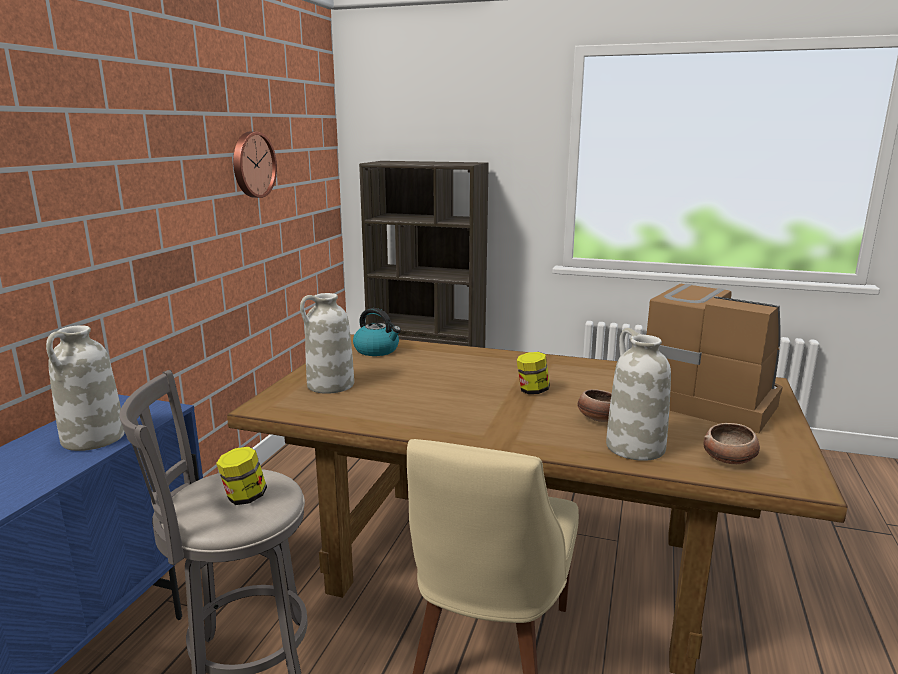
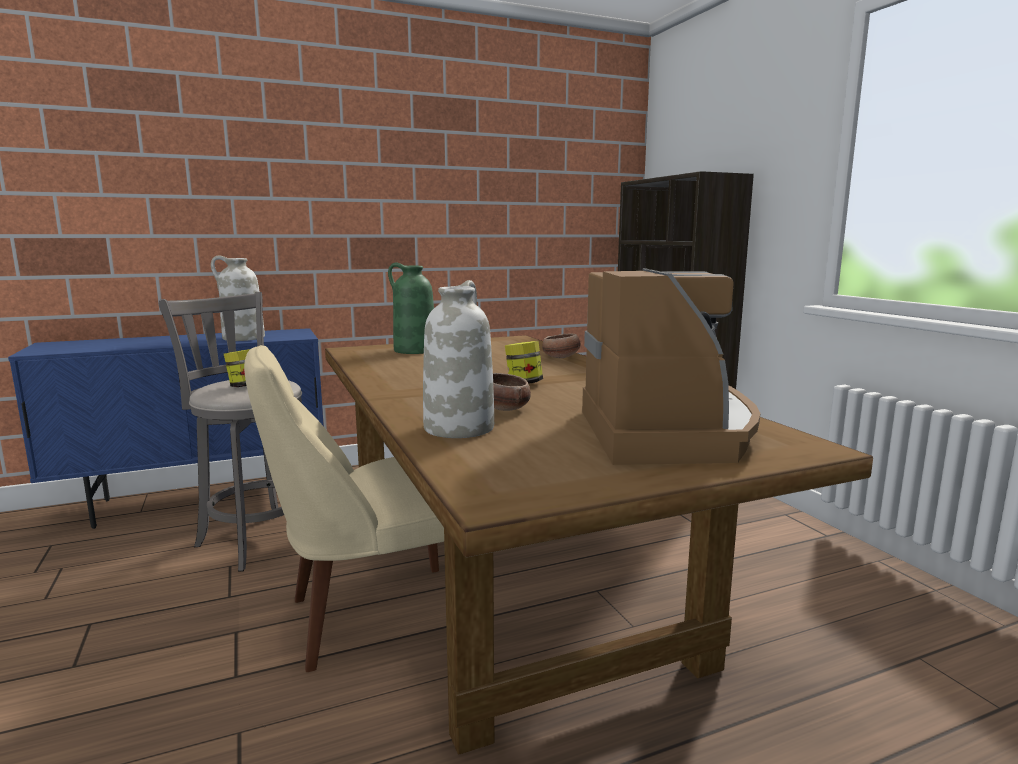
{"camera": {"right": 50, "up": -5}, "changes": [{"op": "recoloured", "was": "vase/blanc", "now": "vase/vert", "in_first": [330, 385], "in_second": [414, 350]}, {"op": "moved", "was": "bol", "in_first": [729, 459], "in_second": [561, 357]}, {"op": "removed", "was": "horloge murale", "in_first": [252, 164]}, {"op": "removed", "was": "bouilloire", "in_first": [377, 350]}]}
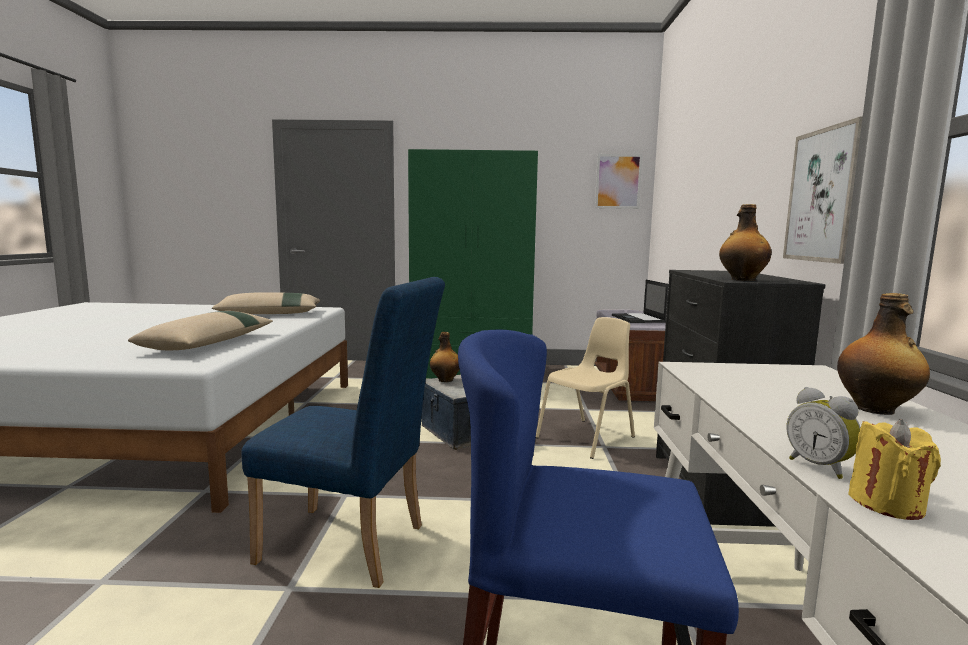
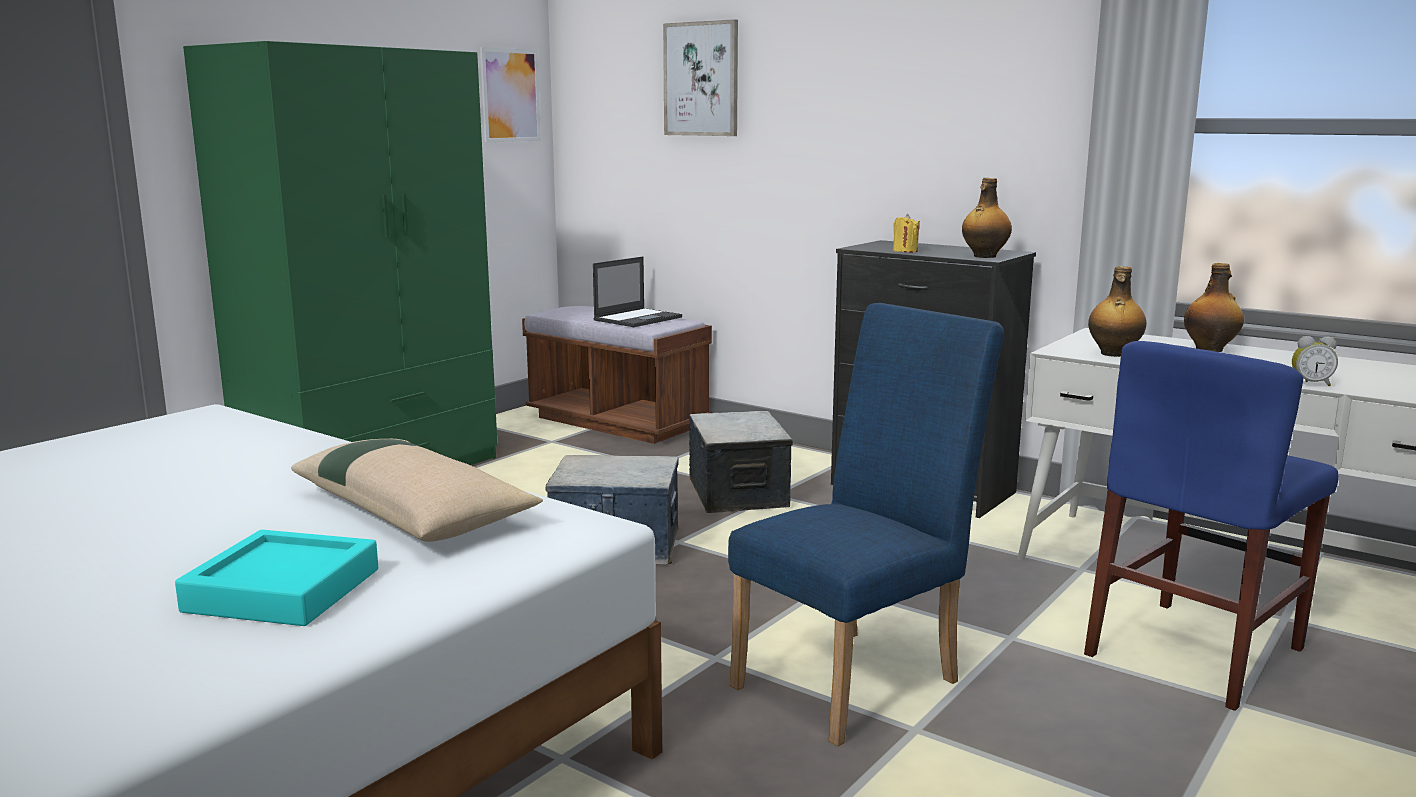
{"camera": {"right": -55, "up": 5}, "changes": [{"op": "added", "now": "plateau/turquoise", "in_second": [283, 590]}, {"op": "turned", "was": "ordinateur portable", "in_first": [638, 319], "in_second": [638, 318], "clockwise": -75}, {"op": "moved", "was": "tableau", "in_first": [824, 195], "in_second": [701, 79]}, {"op": "replaced", "was": "chaise/beige", "now": "boîte de rangement", "in_first": [587, 437], "in_second": [739, 493]}, {"op": "moved", "was": "bougie/jaune", "in_first": [887, 504], "in_second": [905, 251]}, {"op": "moved", "was": "bouteille", "in_first": [445, 380], "in_second": [1113, 354]}, {"op": "removed", "was": "coussin/beige", "in_first": [269, 314]}]}
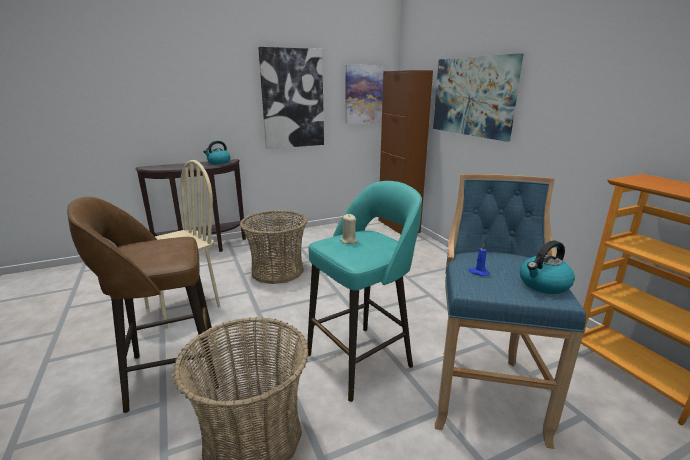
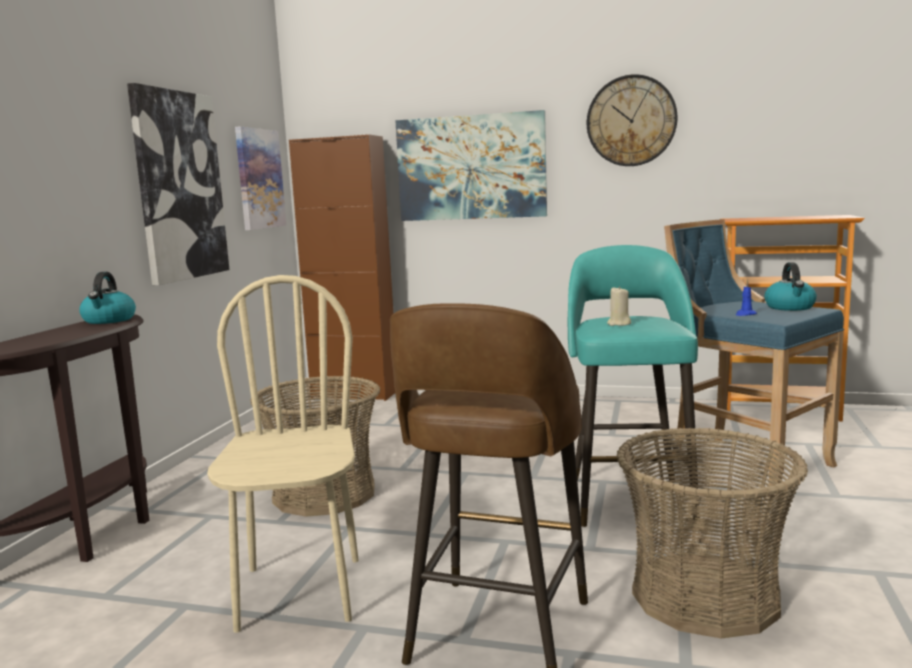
{"camera": {"right": -50, "up": -10}, "changes": [{"op": "added", "now": "horloge murale", "in_second": [631, 121]}]}
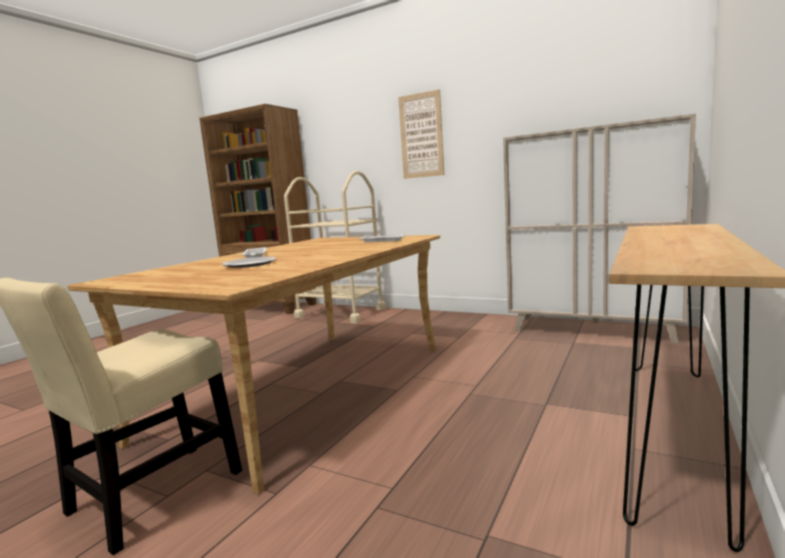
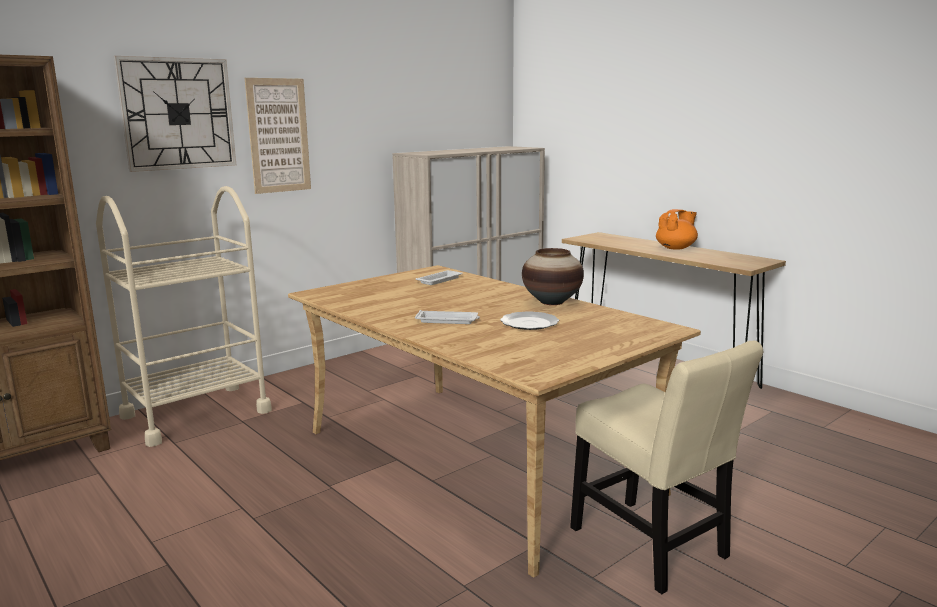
{"camera": {"right": -70, "up": 5}, "changes": [{"op": "added", "now": "horloge murale", "in_second": [178, 114]}, {"op": "added", "now": "vase", "in_second": [552, 302]}, {"op": "added", "now": "théière/orange", "in_second": [676, 248]}]}
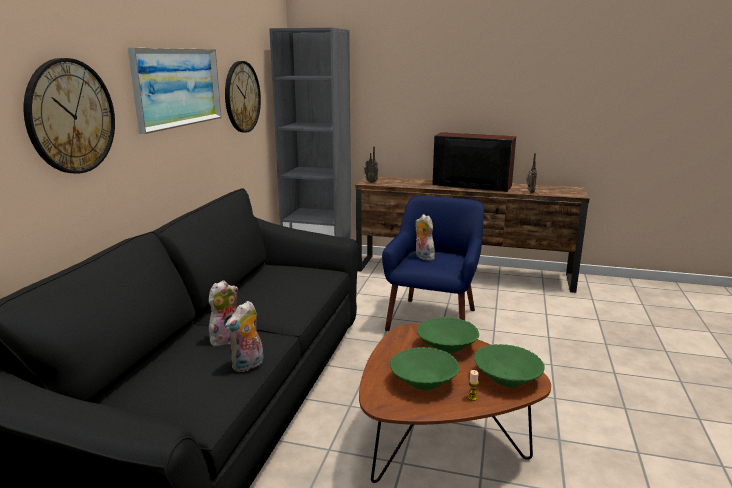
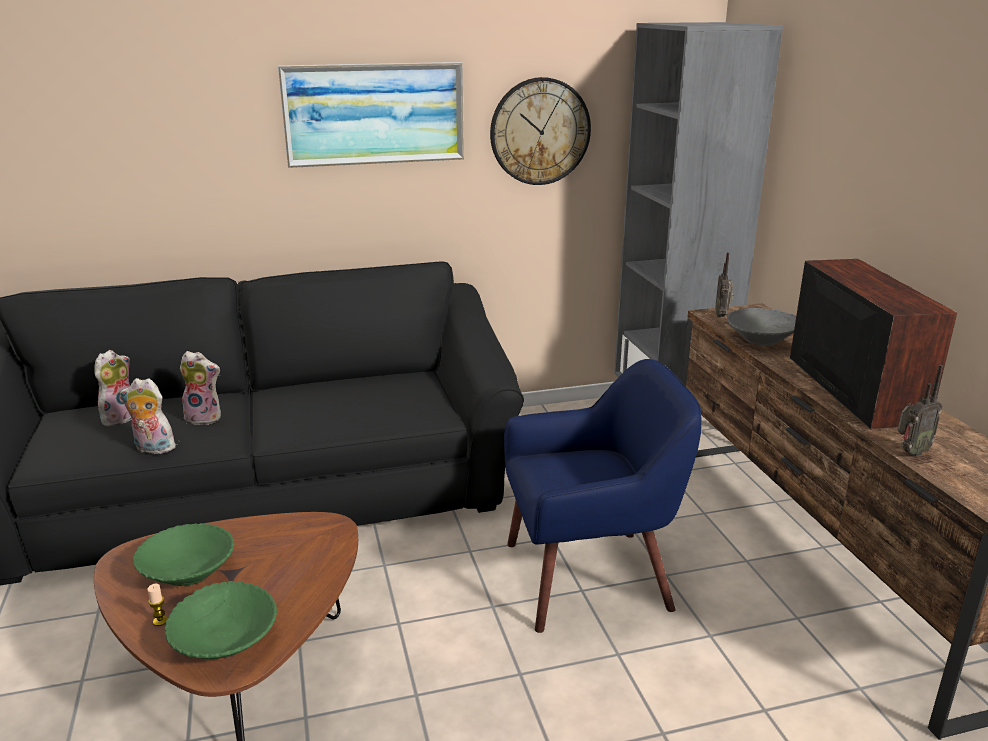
{"camera": {"right": 60, "up": 5}, "changes": [{"op": "moved", "was": "peluche", "in_first": [423, 257], "in_second": [119, 417]}, {"op": "added", "now": "bol/gris", "in_second": [761, 340]}, {"op": "removed", "was": "horloge murale", "in_first": [71, 116]}, {"op": "removed", "was": "bol/vert", "in_first": [447, 346]}]}
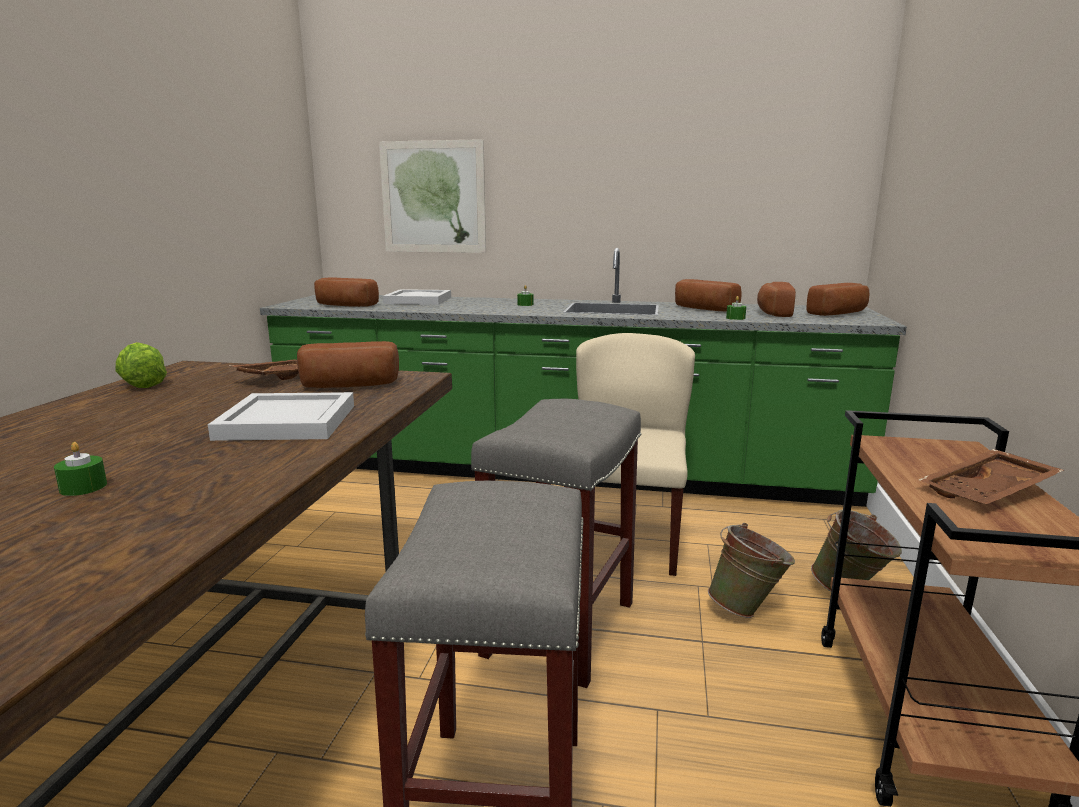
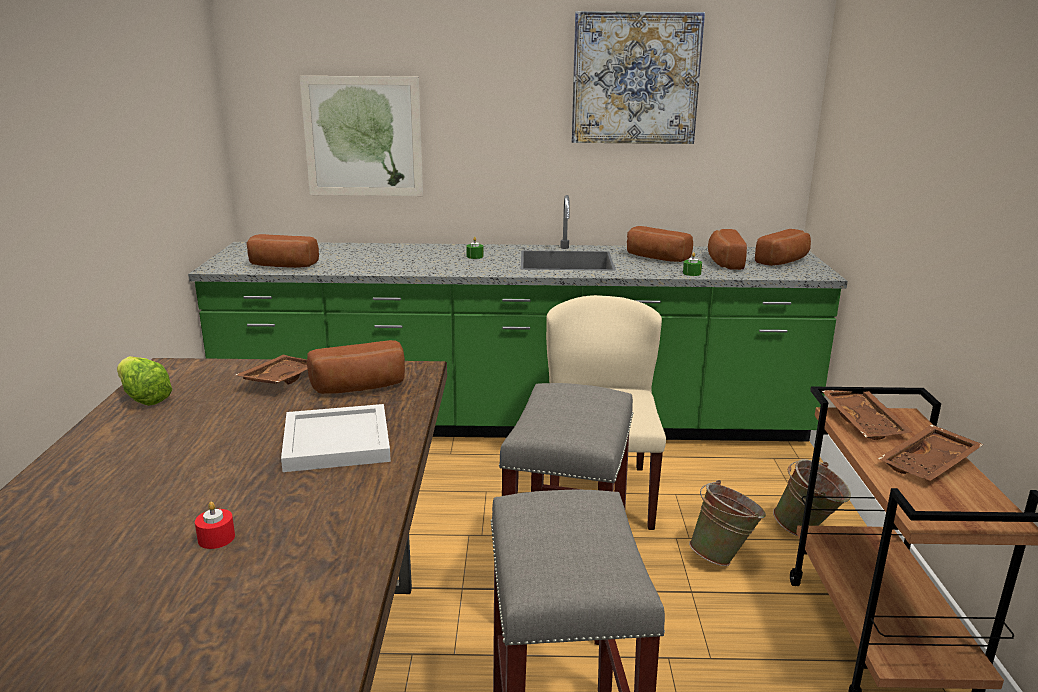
{"camera": {"right": -10, "up": 5}, "changes": [{"op": "recoloured", "was": "bougie/vert", "now": "bougie/rouge", "in_first": [83, 487], "in_second": [216, 538]}, {"op": "added", "now": "tableau", "in_second": [635, 78]}, {"op": "added", "now": "plateau/marron", "in_second": [865, 422]}, {"op": "removed", "was": "plateau/blanc", "in_first": [417, 300]}]}
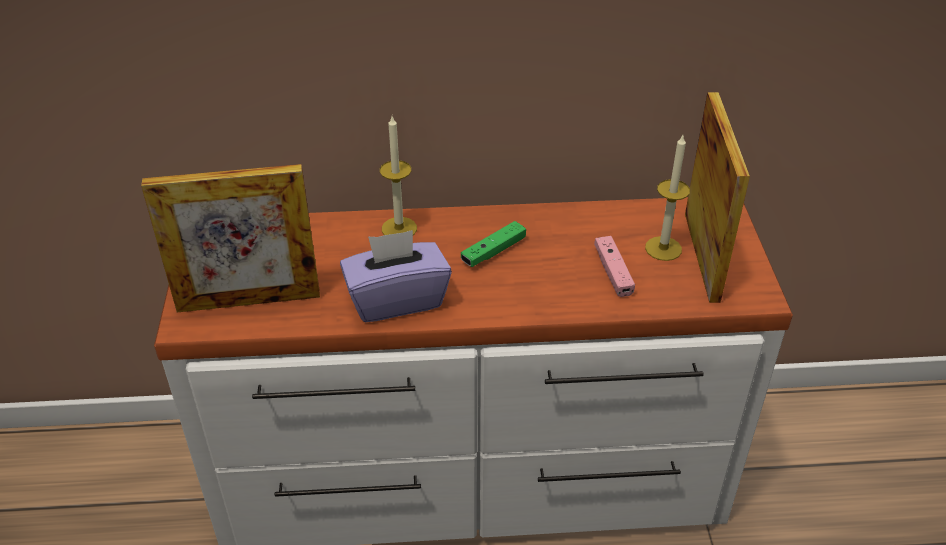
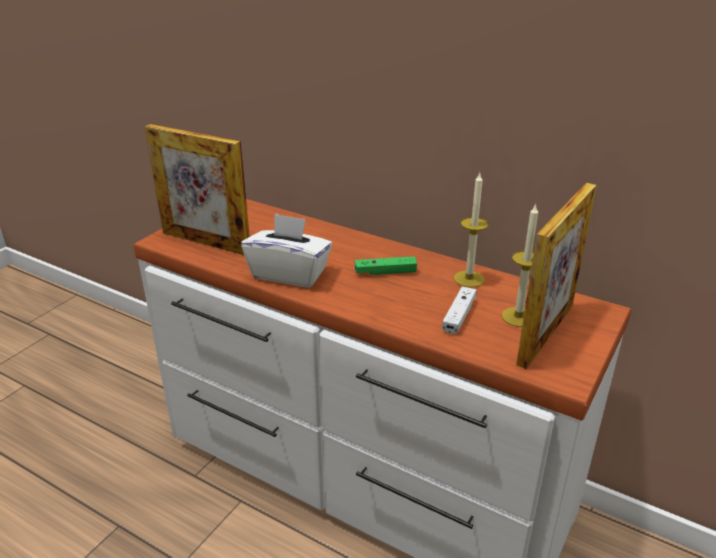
{"camera": {"right": 35, "up": -10}, "changes": [{"op": "recoloured", "was": "boîte à mouchoirs/violet", "now": "boîte à mouchoirs/blanc", "in_first": [396, 299], "in_second": [289, 273]}, {"op": "recoloured", "was": "manette/rose", "now": "manette/blanc", "in_first": [613, 272], "in_second": [459, 316]}, {"op": "moved", "was": "bougie", "in_first": [399, 228], "in_second": [469, 279]}]}
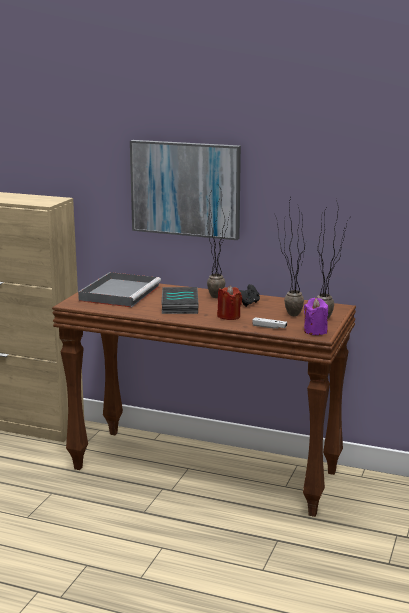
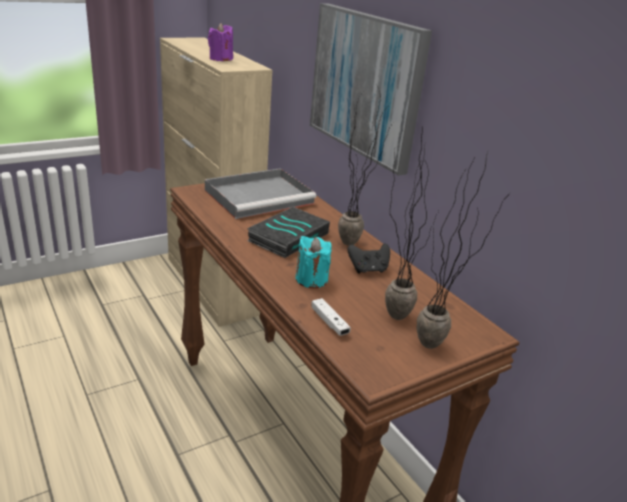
{"camera": {"right": 35, "up": 10}, "changes": [{"op": "moved", "was": "bougie/violet", "in_first": [315, 331], "in_second": [221, 59]}, {"op": "recoloured", "was": "bougie/rouge", "now": "bougie/turquoise", "in_first": [229, 316], "in_second": [311, 279]}]}
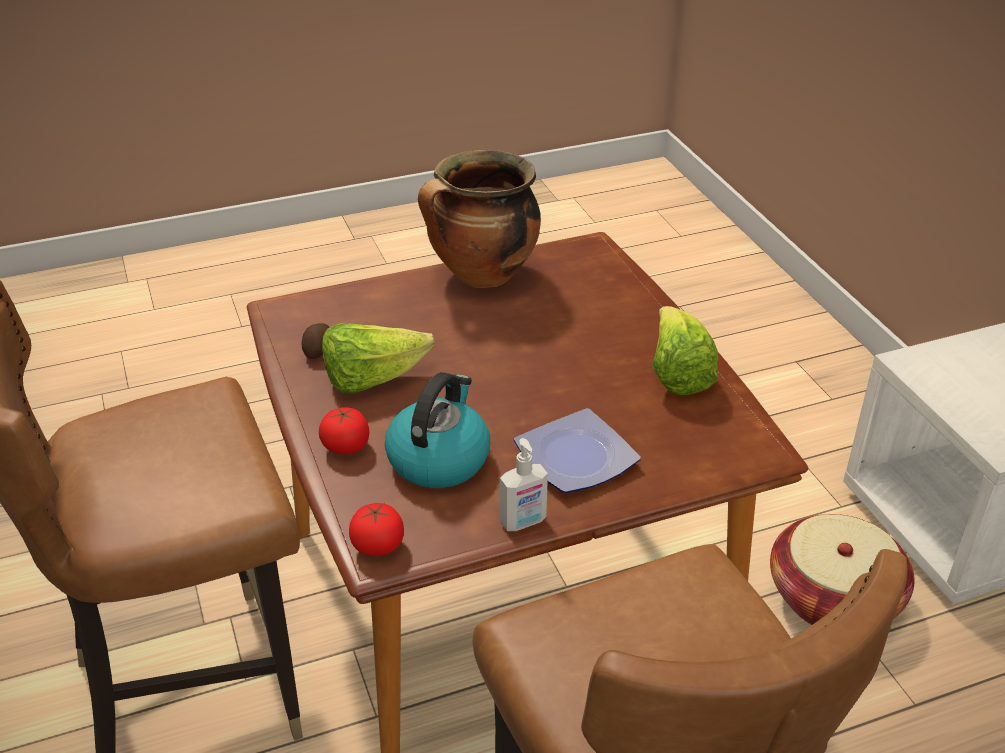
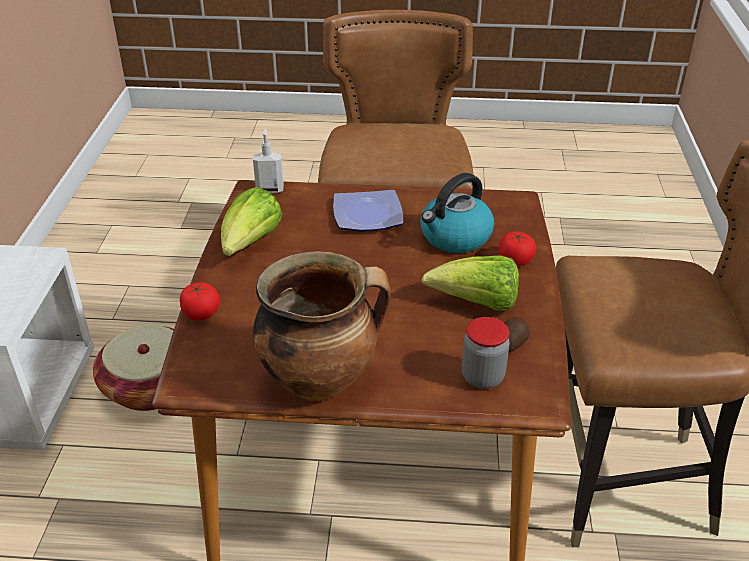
{"camera": {"right": -155, "up": 0}, "changes": [{"op": "moved", "was": "tomate", "in_first": [378, 545], "in_second": [201, 314]}, {"op": "moved", "was": "distributeur de savon", "in_first": [523, 522], "in_second": [270, 190]}, {"op": "added", "now": "bocal", "in_second": [482, 377]}]}
